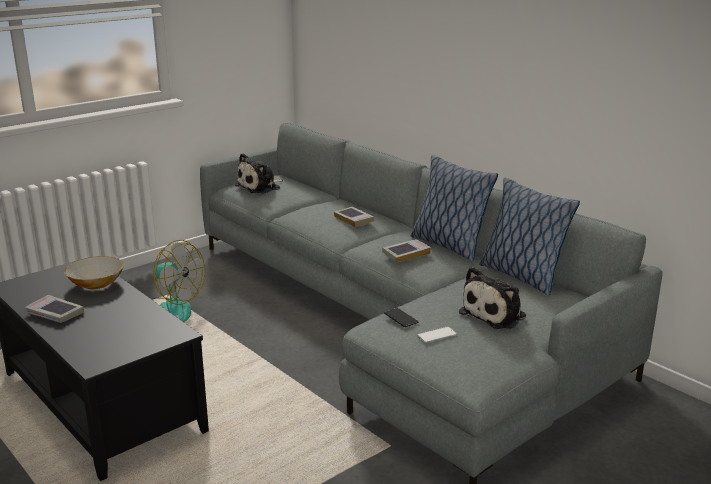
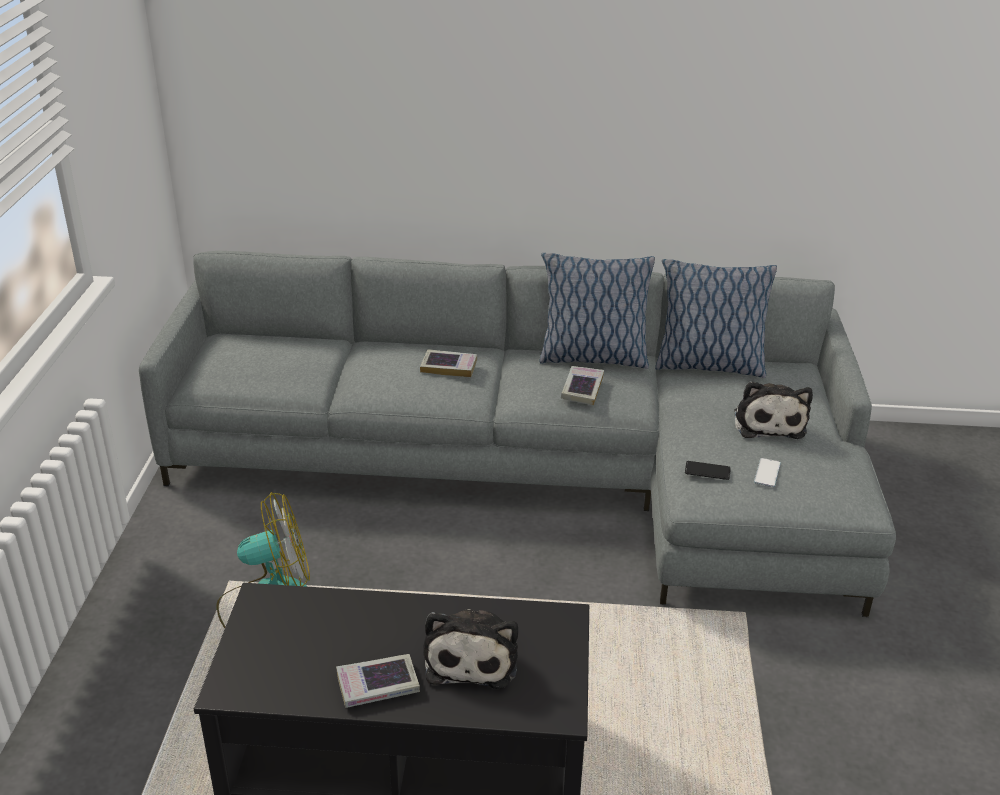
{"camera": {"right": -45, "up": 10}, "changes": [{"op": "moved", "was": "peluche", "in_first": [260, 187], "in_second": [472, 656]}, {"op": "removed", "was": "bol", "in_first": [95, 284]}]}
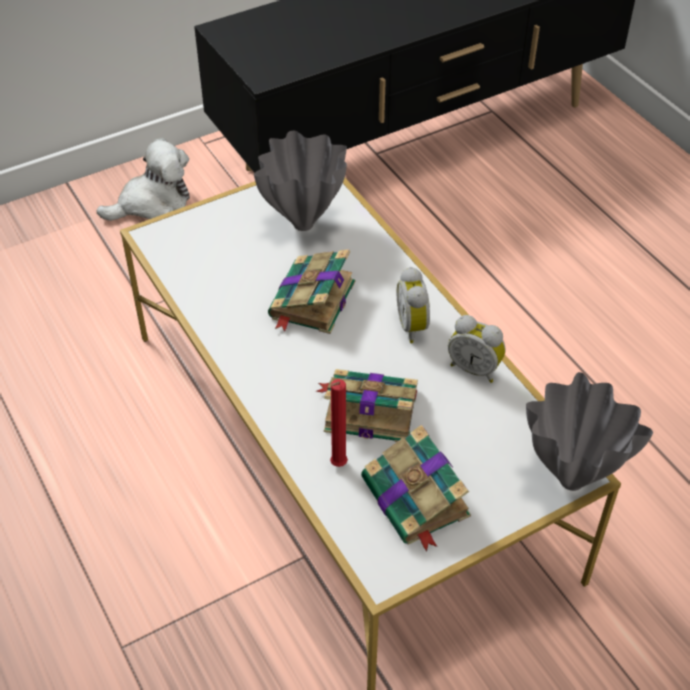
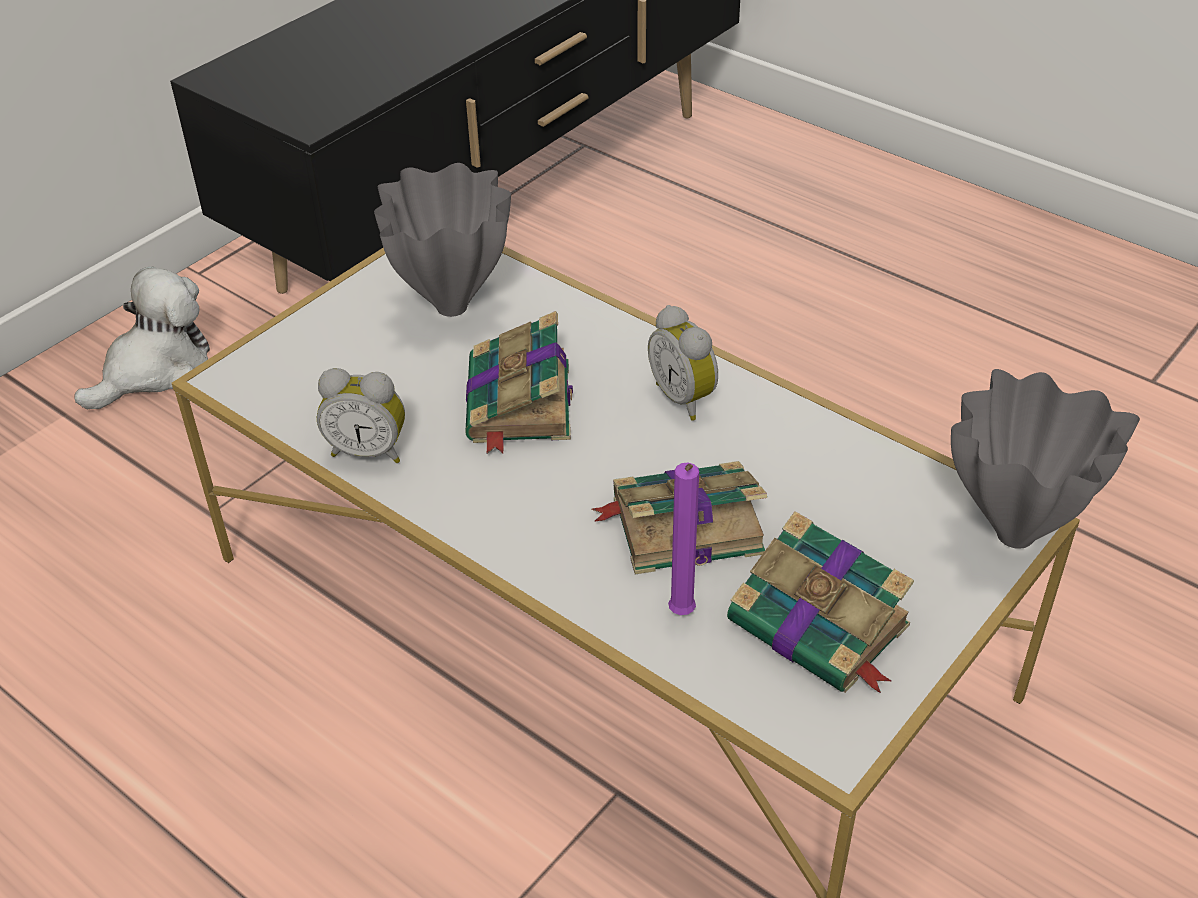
{"camera": {"right": -20, "up": -5}, "changes": [{"op": "moved", "was": "réveil", "in_first": [475, 368], "in_second": [369, 450]}, {"op": "recoloured", "was": "bougie/rouge", "now": "bougie/violet", "in_first": [337, 466], "in_second": [681, 616]}]}
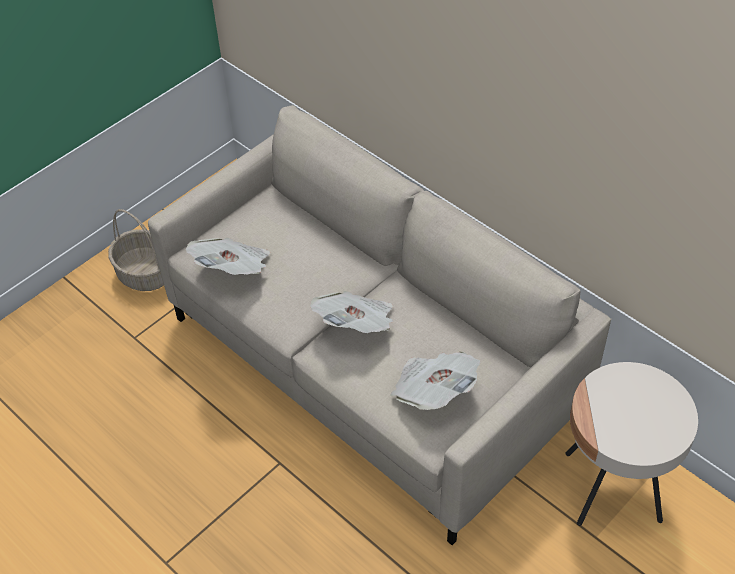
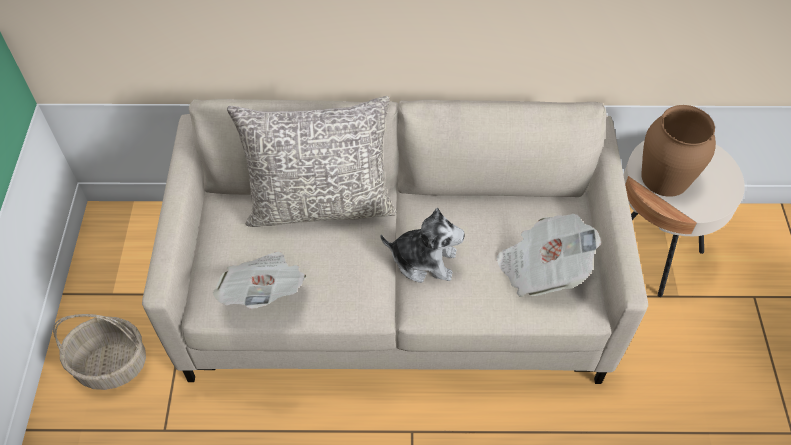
{"camera": {"right": -45, "up": 5}, "changes": [{"op": "added", "now": "coussin/gris", "in_second": [320, 204]}, {"op": "replaced", "was": "journal", "now": "peluche", "in_first": [356, 325], "in_second": [424, 260]}, {"op": "added", "now": "vase/marron", "in_second": [665, 178]}]}
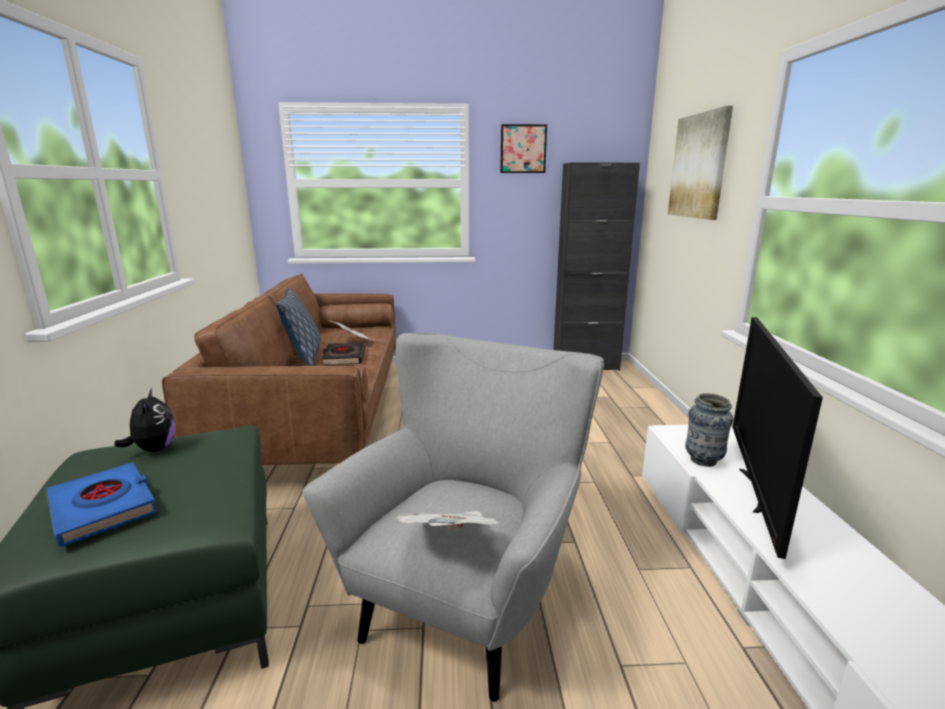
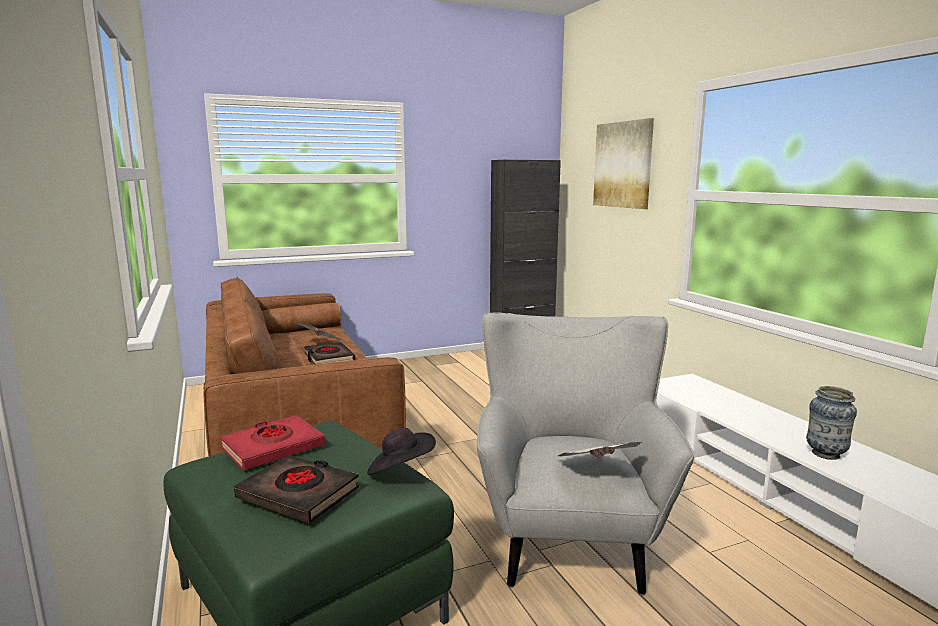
{"camera": {"right": -20, "up": -5}, "changes": [{"op": "replaced", "was": "peluche", "now": "livre/rouge", "in_first": [154, 449], "in_second": [273, 448]}, {"op": "recoloured", "was": "livre/bleu", "now": "livre/noir", "in_first": [103, 508], "in_second": [299, 494]}, {"op": "added", "now": "chapeau/noir", "in_second": [400, 470]}, {"op": "moved", "was": "vase", "in_first": [703, 460], "in_second": [826, 454]}, {"op": "removed", "was": "coussin", "in_first": [304, 357]}, {"op": "removed", "was": "tableau", "in_first": [523, 149]}, {"op": "removed", "was": "téléviseur", "in_first": [756, 491]}]}
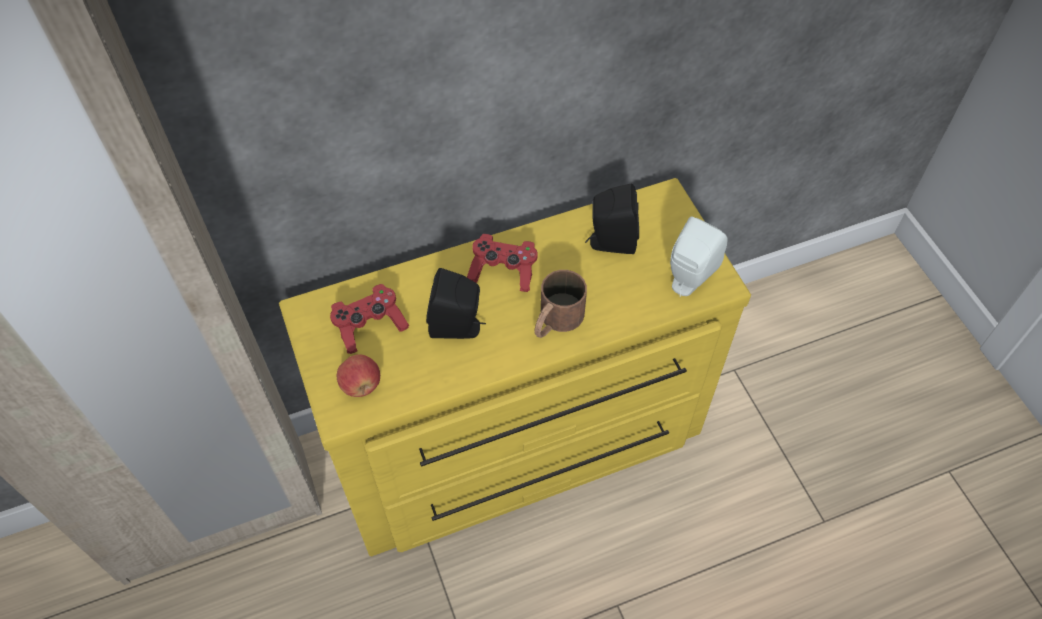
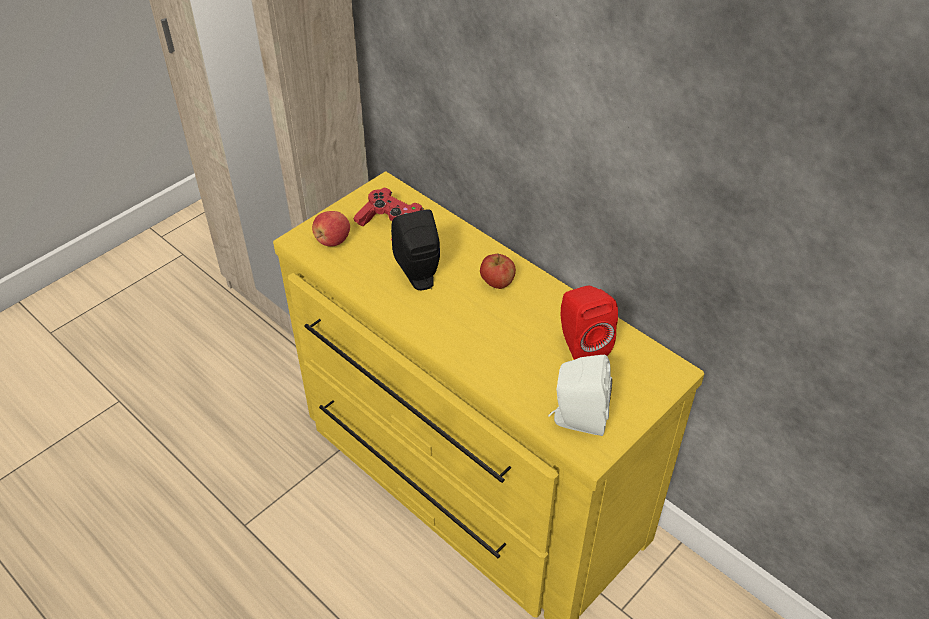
{"camera": {"right": 65, "up": -10}, "changes": [{"op": "replaced", "was": "manette/rouge", "now": "pomme", "in_first": [503, 271], "in_second": [497, 283]}, {"op": "recoloured", "was": "enceinte/noir", "now": "enceinte/rouge", "in_first": [610, 242], "in_second": [580, 345]}, {"op": "removed", "was": "mug/marron", "in_first": [555, 321]}]}
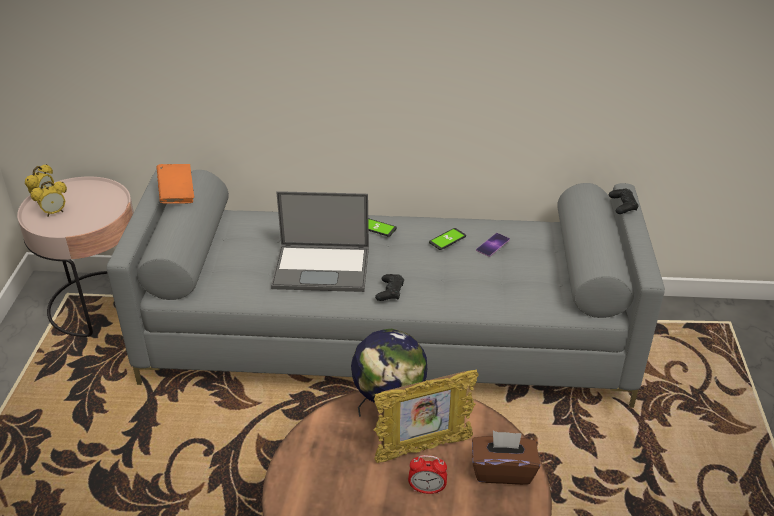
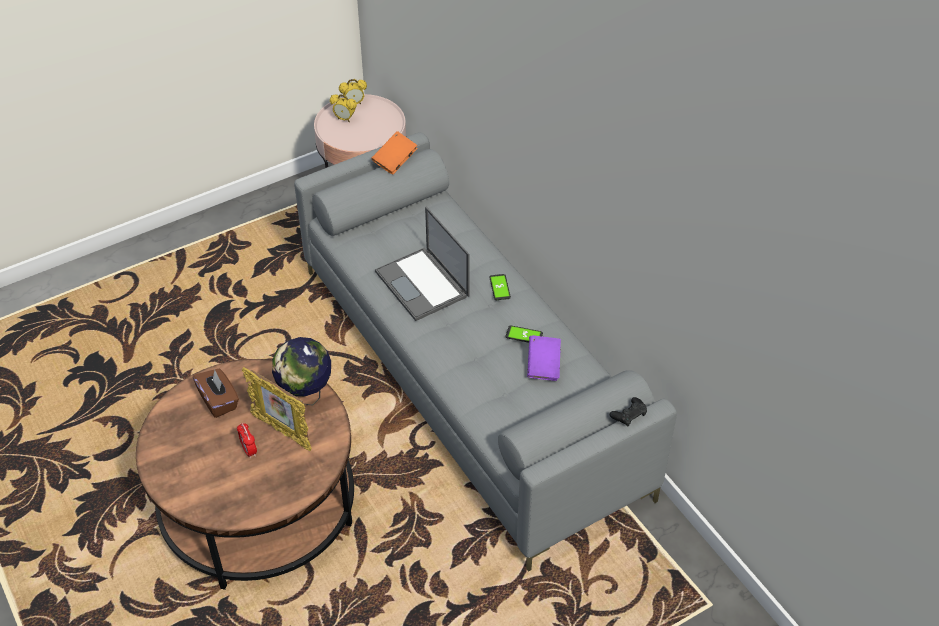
{"camera": {"right": 55, "up": 10}, "changes": [{"op": "moved", "was": "boîte à mouchoirs/marron", "in_first": [502, 470], "in_second": [219, 401]}, {"op": "replaced", "was": "téléphone", "now": "livre/violet", "in_first": [493, 245], "in_second": [543, 366]}, {"op": "removed", "was": "manette/noir", "in_first": [390, 291]}]}
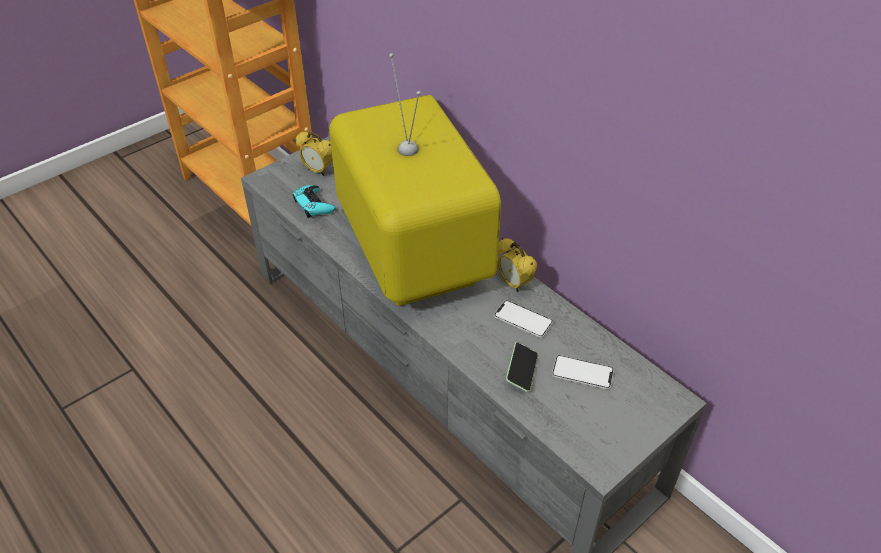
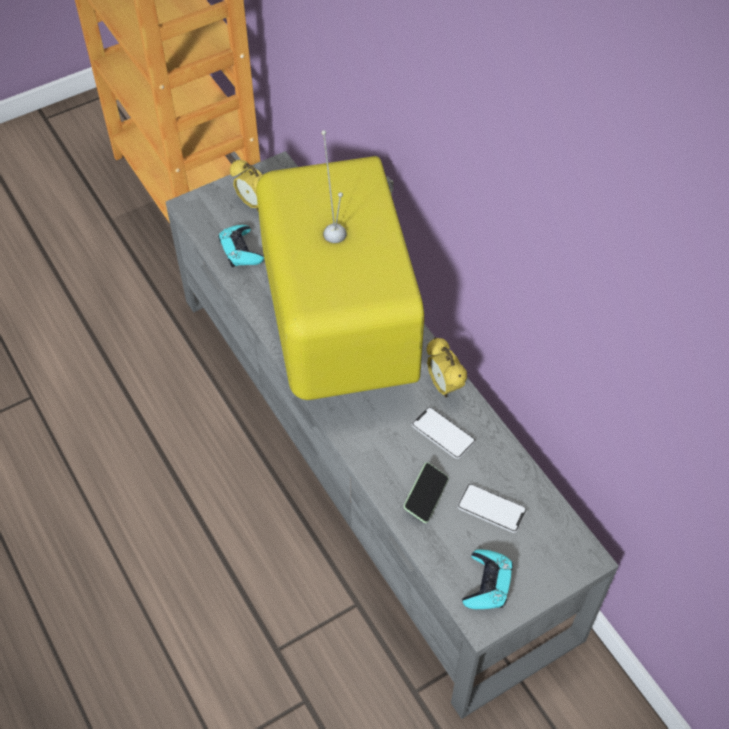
{"camera": {"right": 10, "up": 10}, "changes": [{"op": "added", "now": "manette/turquoise", "in_second": [487, 584]}]}
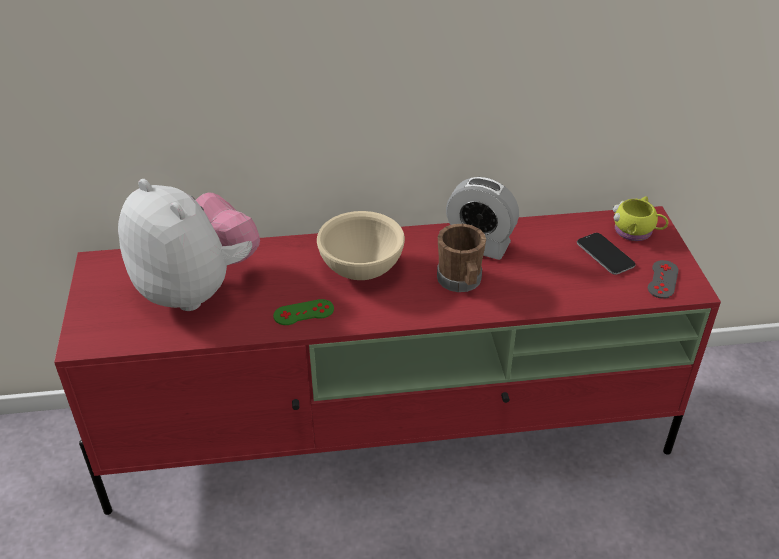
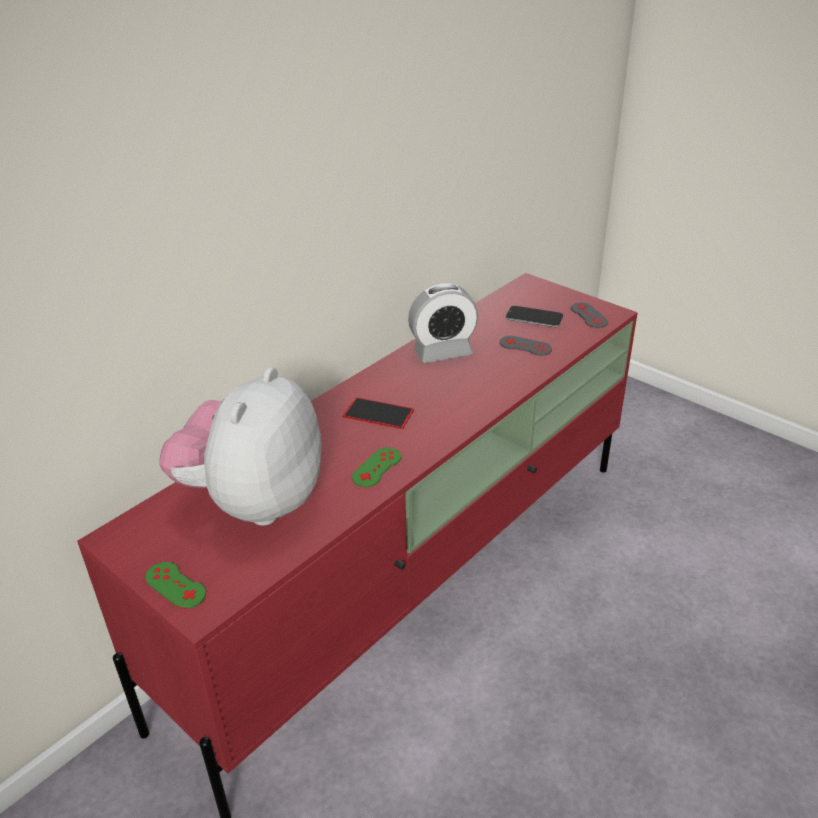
{"camera": {"right": -40, "up": -5}, "changes": [{"op": "added", "now": "manette/vert", "in_second": [175, 585]}, {"op": "turned", "was": "peluche", "in_first": [196, 289], "in_second": [254, 502], "clockwise": -75}, {"op": "replaced", "was": "bol/beige", "now": "téléphone", "in_first": [361, 270], "in_second": [378, 413]}, {"op": "added", "now": "manette/gris", "in_second": [525, 346]}, {"op": "removed", "was": "mug/marron", "in_first": [461, 282]}, {"op": "removed", "was": "mug/jaune", "in_first": [636, 232]}]}
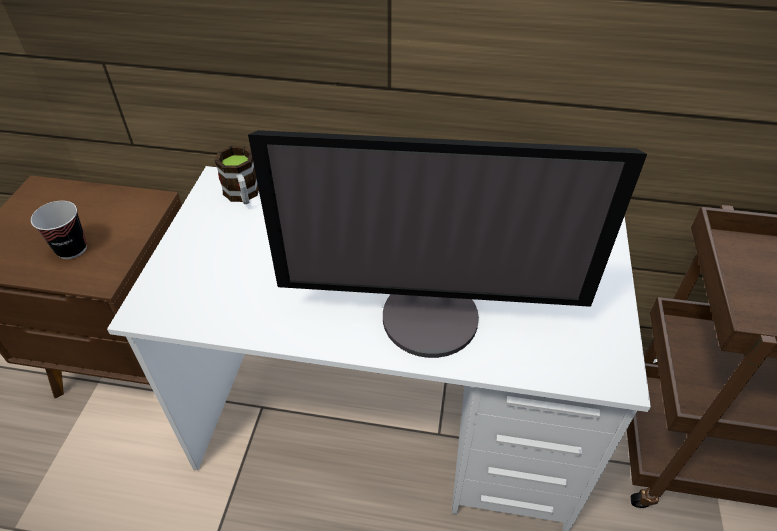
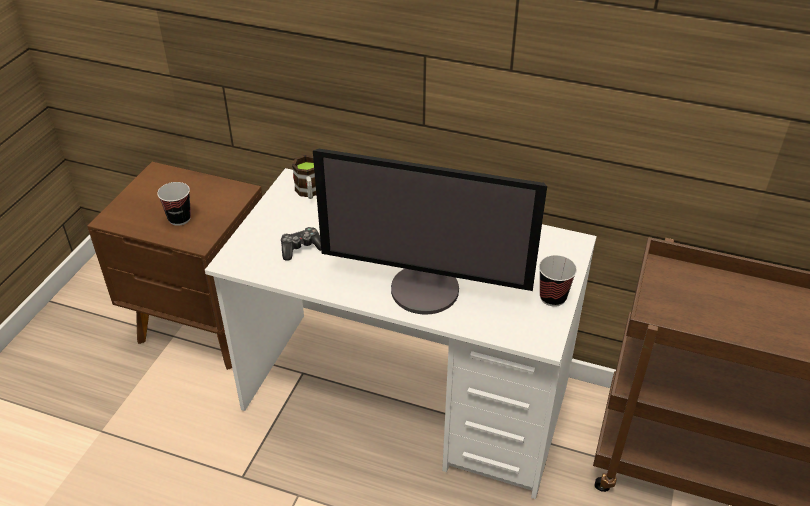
{"camera": {"right": 10, "up": -5}, "changes": [{"op": "added", "now": "manette", "in_second": [301, 248]}, {"op": "added", "now": "tasse", "in_second": [552, 297]}]}
